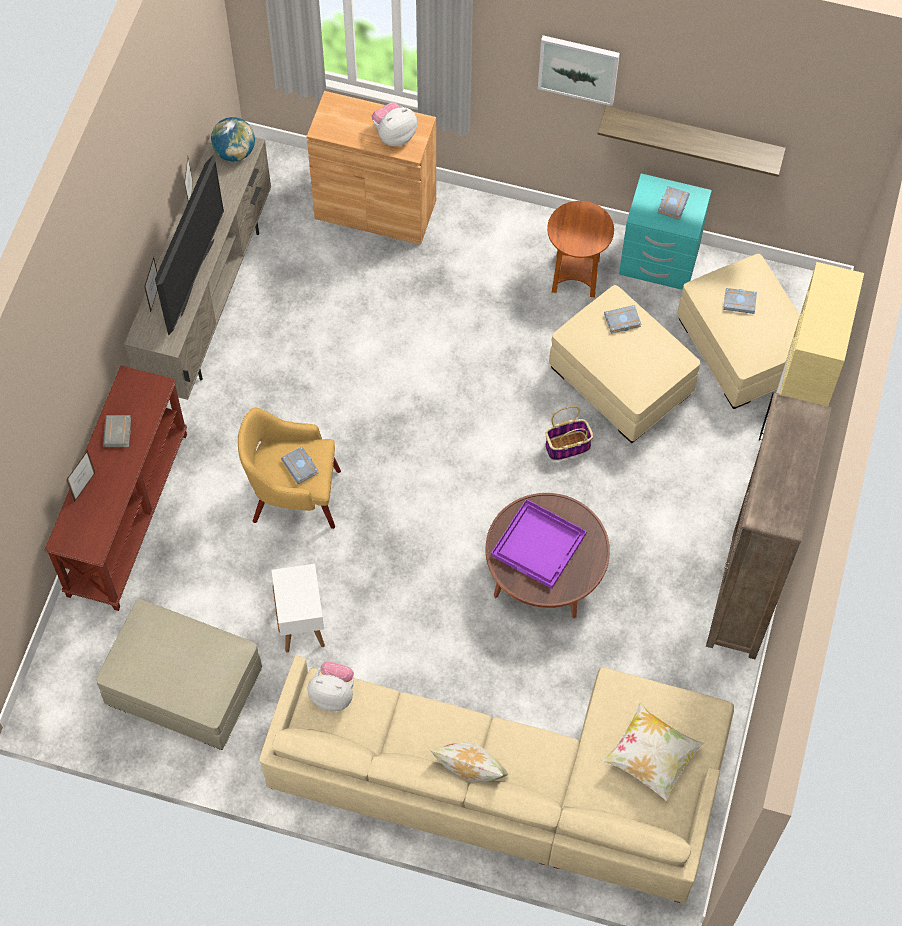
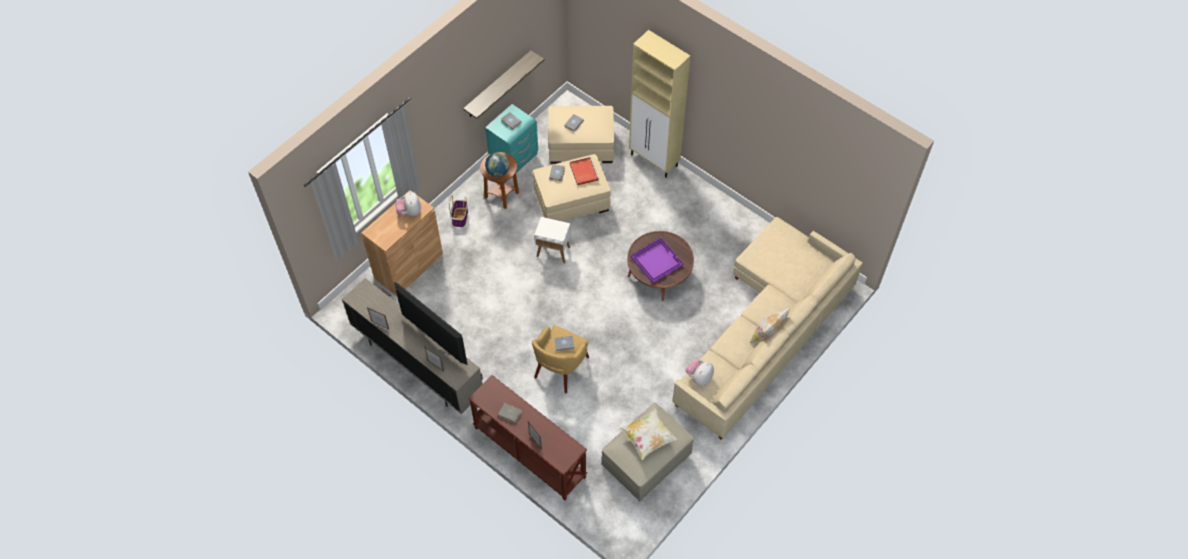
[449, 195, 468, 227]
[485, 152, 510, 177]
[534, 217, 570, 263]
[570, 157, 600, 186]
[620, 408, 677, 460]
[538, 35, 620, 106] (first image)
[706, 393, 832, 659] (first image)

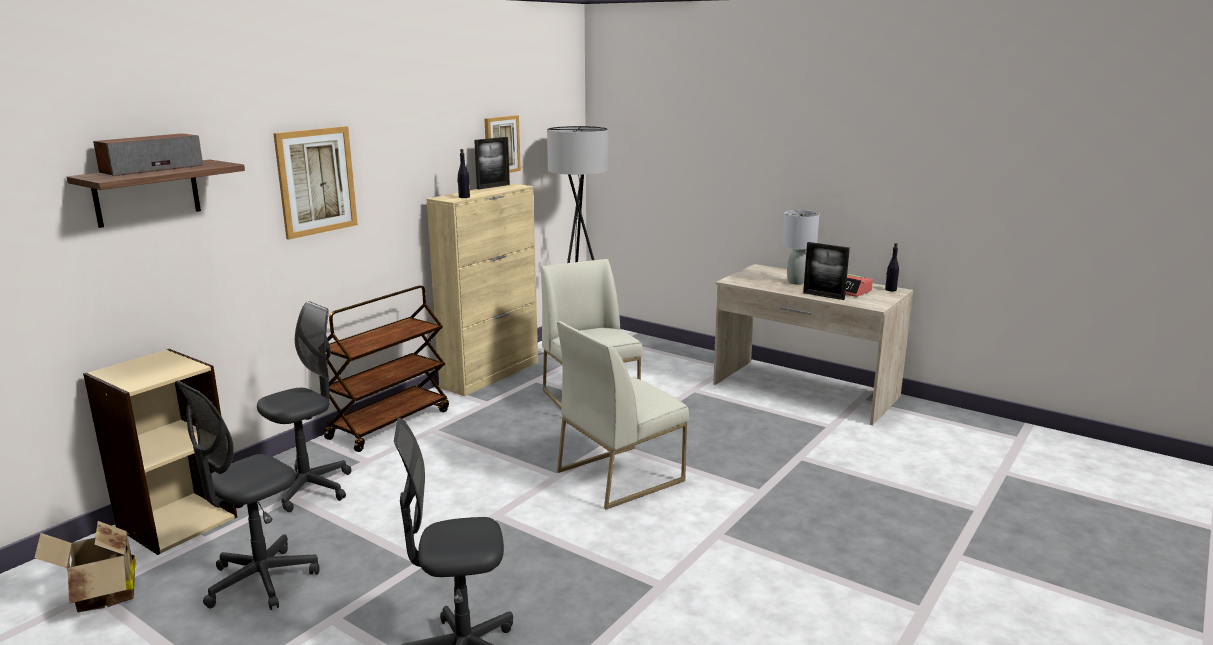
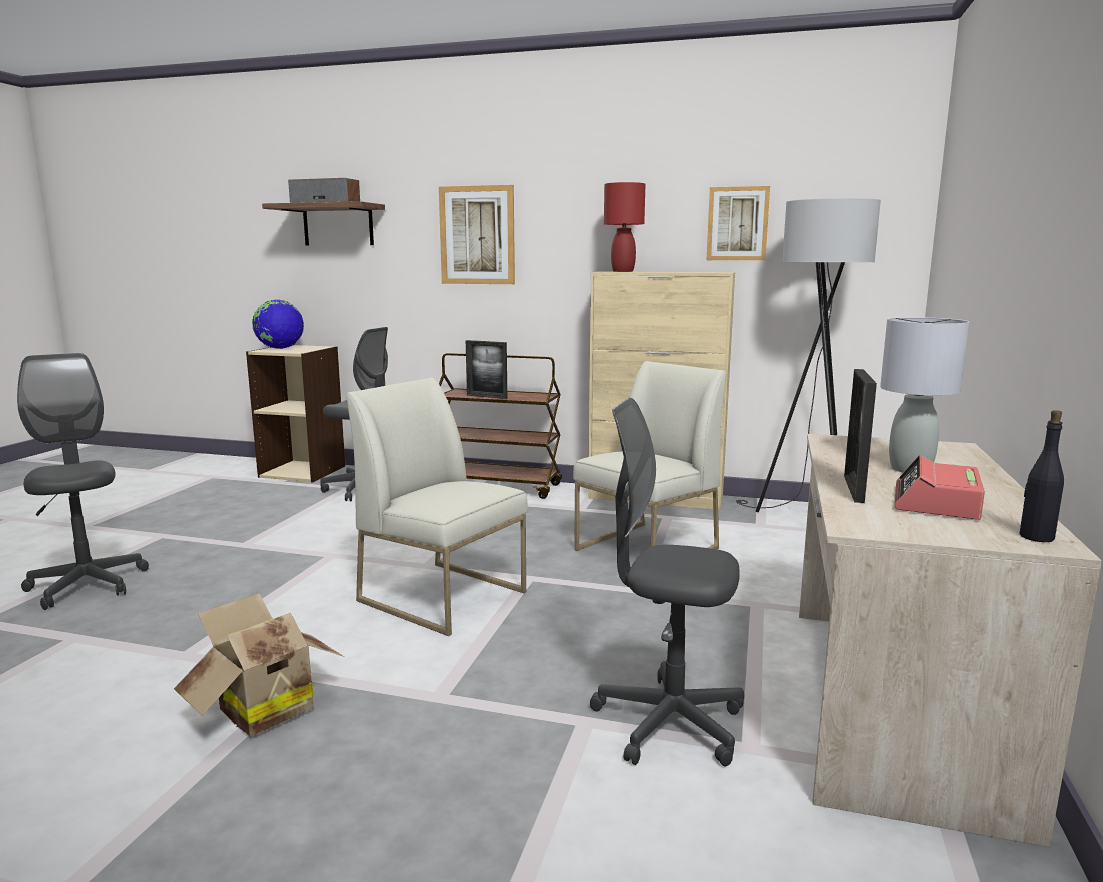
[174, 593, 344, 736]
[252, 300, 304, 349]
[466, 340, 507, 399]
[590, 398, 744, 766]
[604, 182, 645, 272]

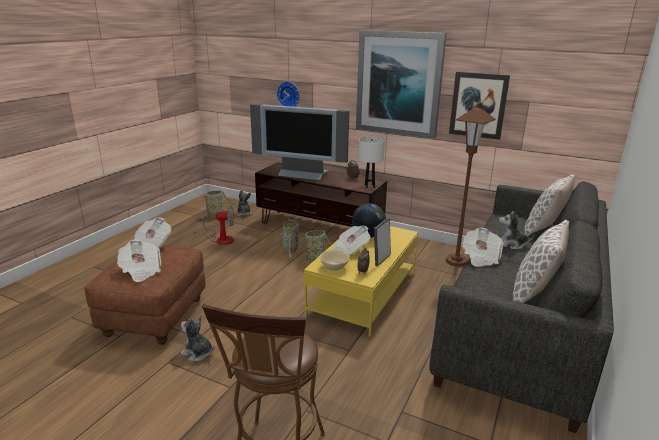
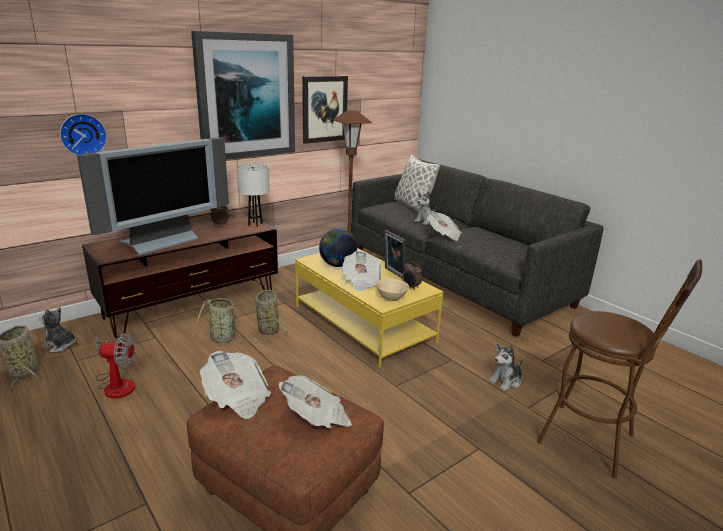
[95, 333, 136, 398]
[489, 343, 523, 391]
[512, 220, 569, 303] (first image)

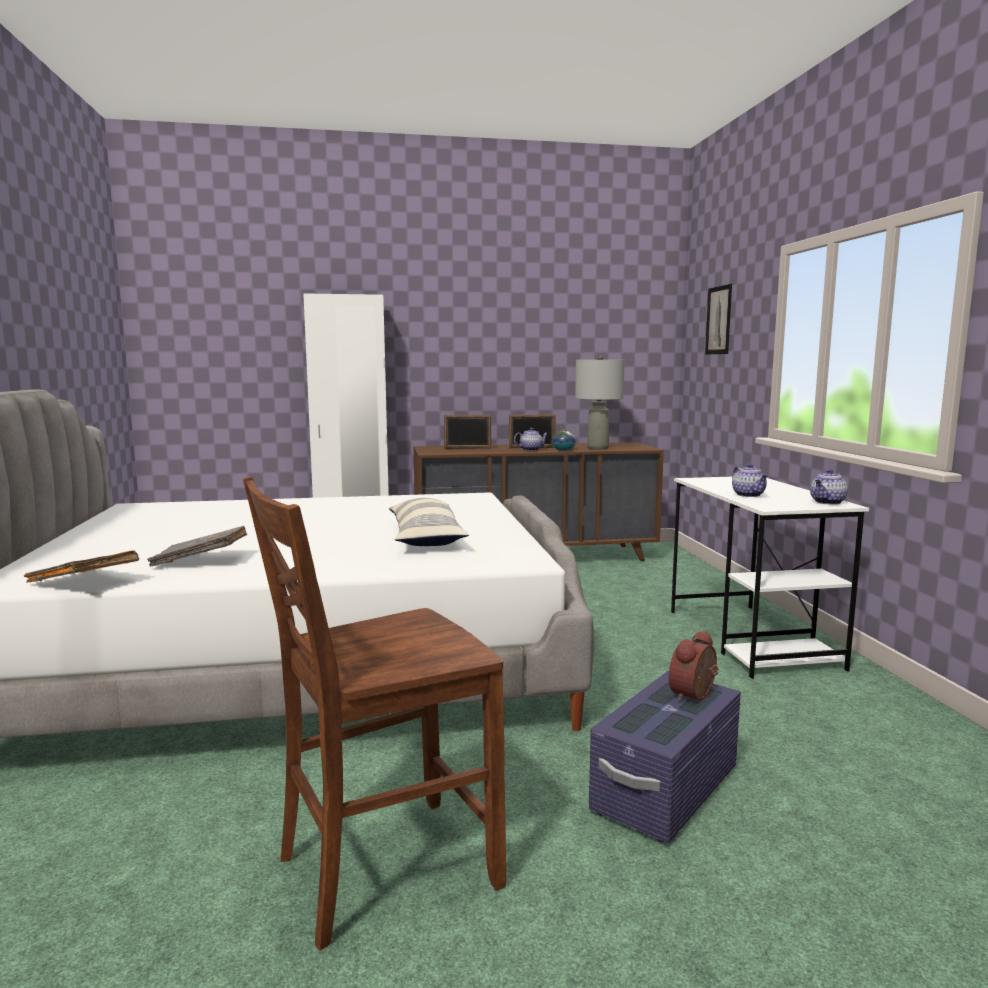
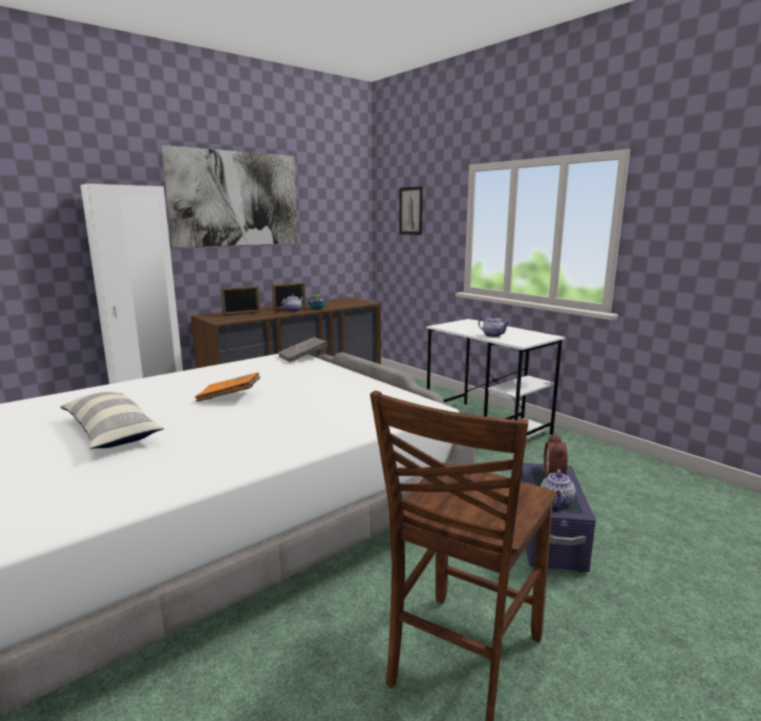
[60, 392, 164, 449]
[161, 145, 298, 247]
[195, 372, 260, 402]
[278, 337, 328, 362]
[541, 469, 575, 507]
[575, 356, 625, 449] (first image)

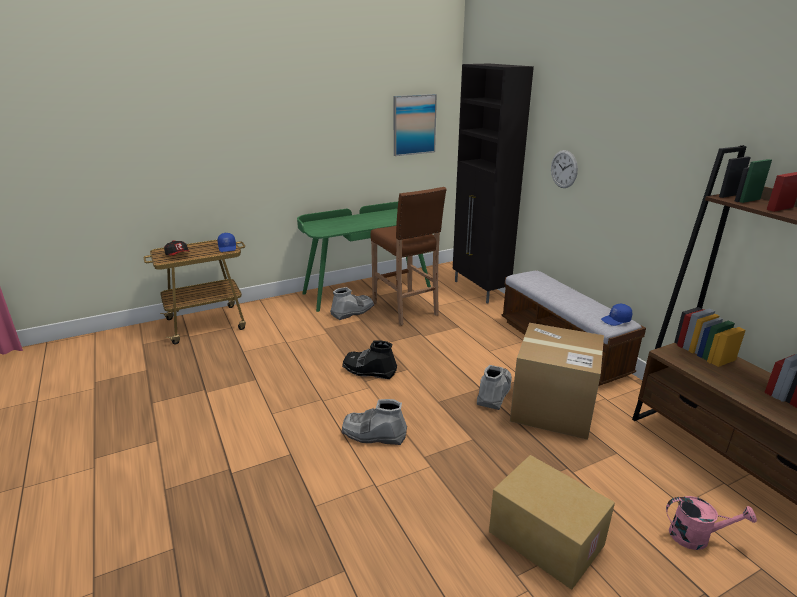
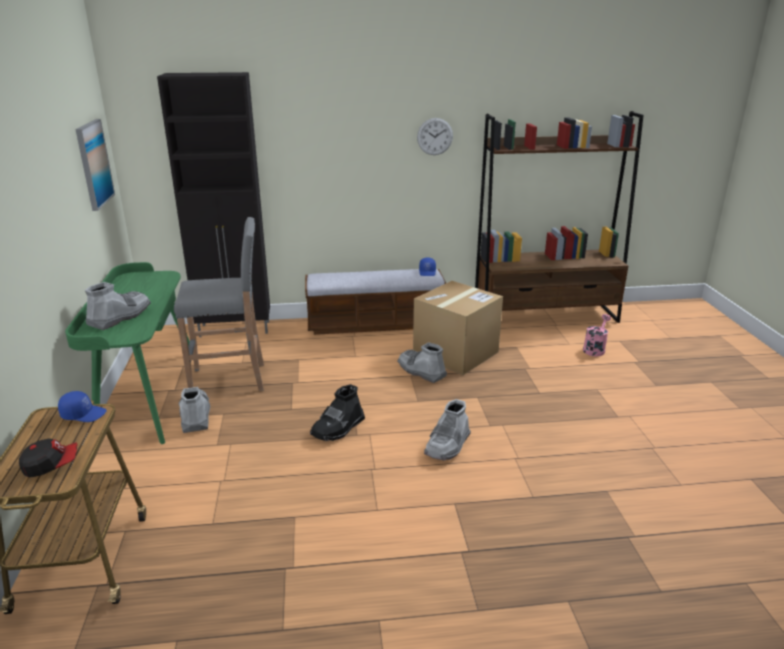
[84, 282, 151, 330]
[174, 217, 264, 391]
[417, 118, 453, 155]
[489, 455, 615, 590] (first image)

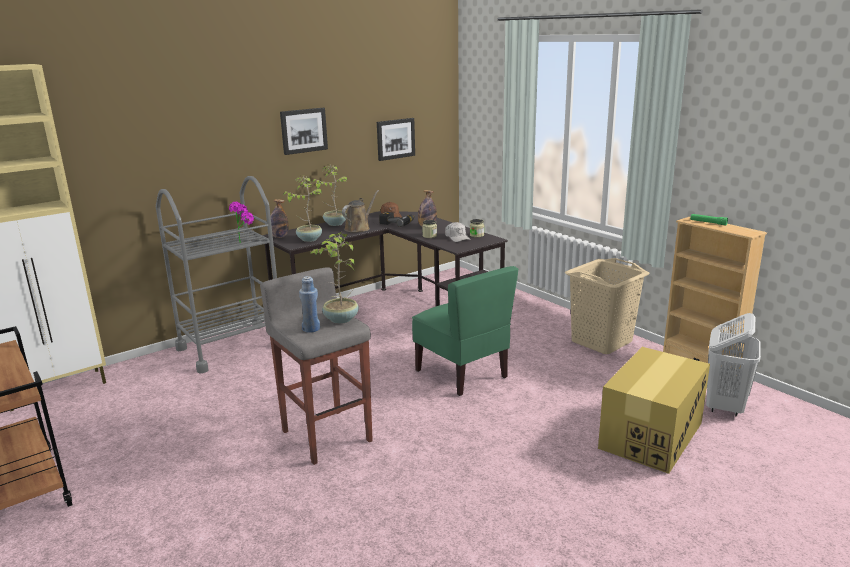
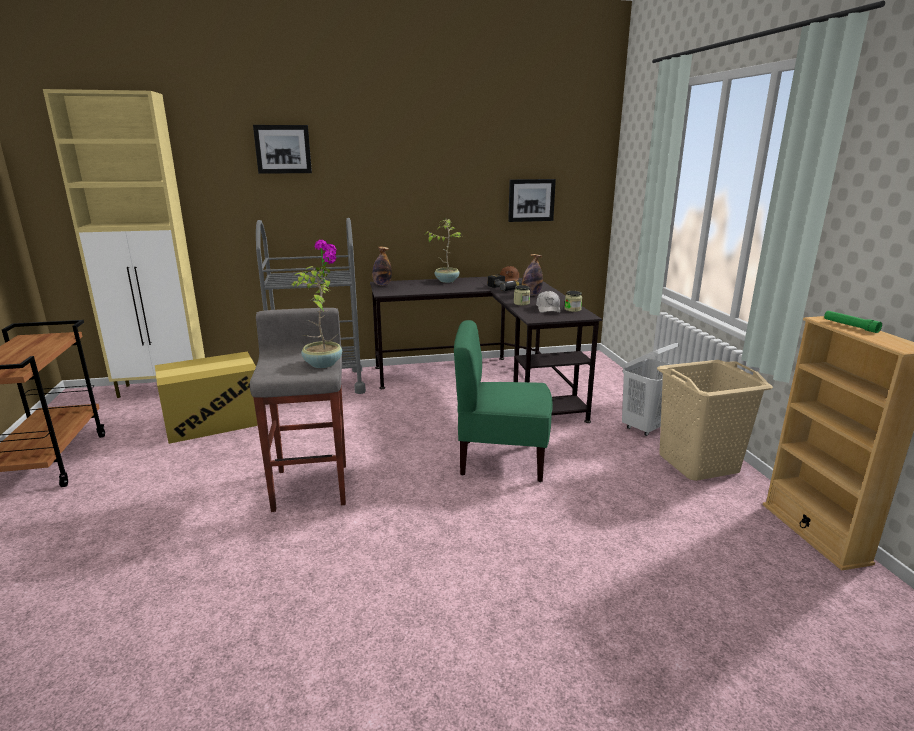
[155, 352, 258, 444]
[253, 125, 312, 174]
[454, 320, 553, 482]
[622, 343, 679, 436]
[283, 175, 322, 242] (first image)
[299, 276, 320, 333] (first image)
[342, 190, 379, 232] (first image)

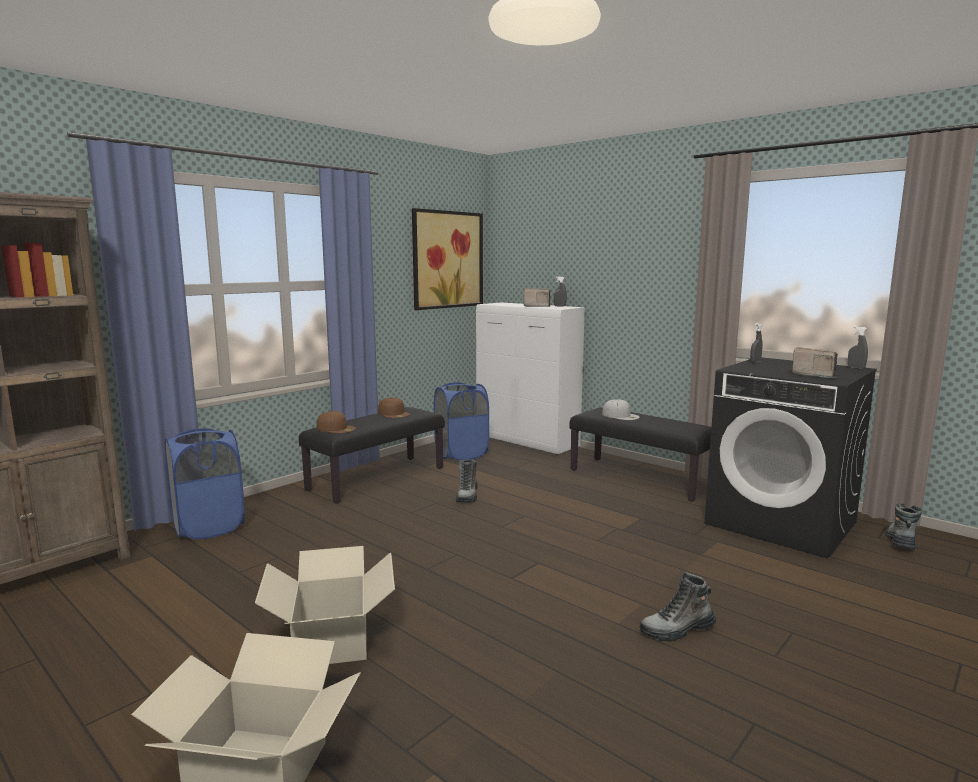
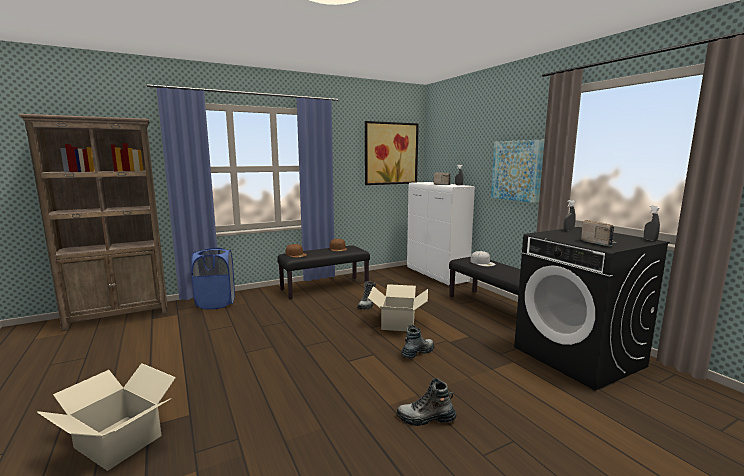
[368, 284, 428, 331]
[401, 325, 434, 359]
[491, 140, 544, 203]
[434, 382, 489, 460] (first image)

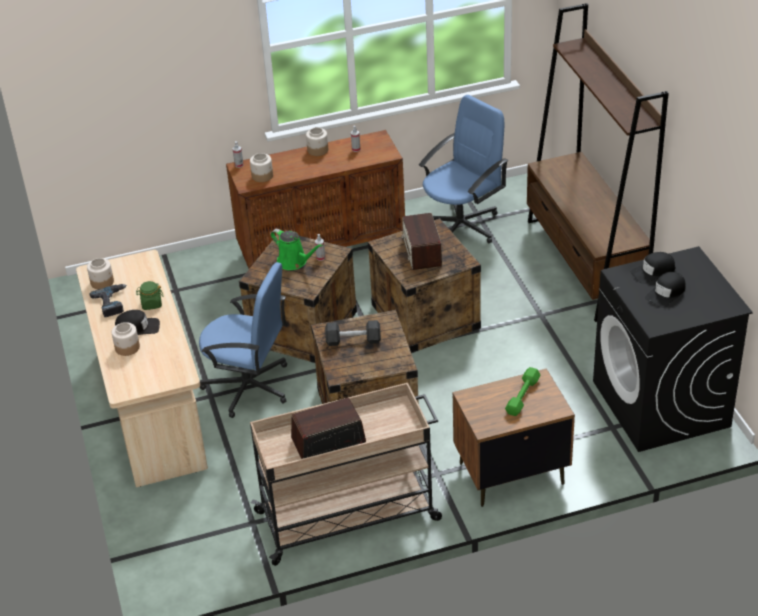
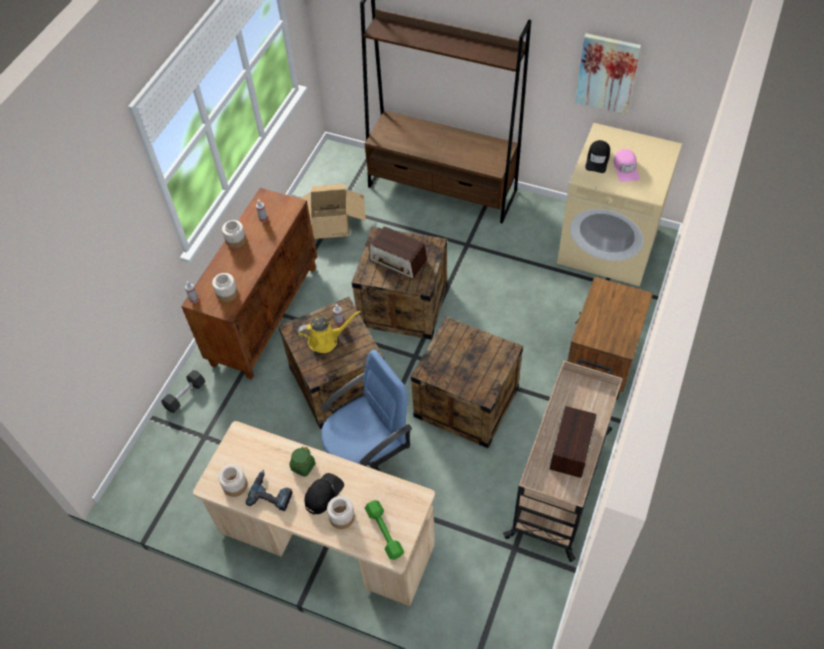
[161, 370, 205, 413]
[298, 311, 361, 353]
[299, 184, 366, 239]
[365, 500, 404, 560]
[557, 123, 682, 286]
[575, 33, 641, 115]
[613, 149, 639, 182]

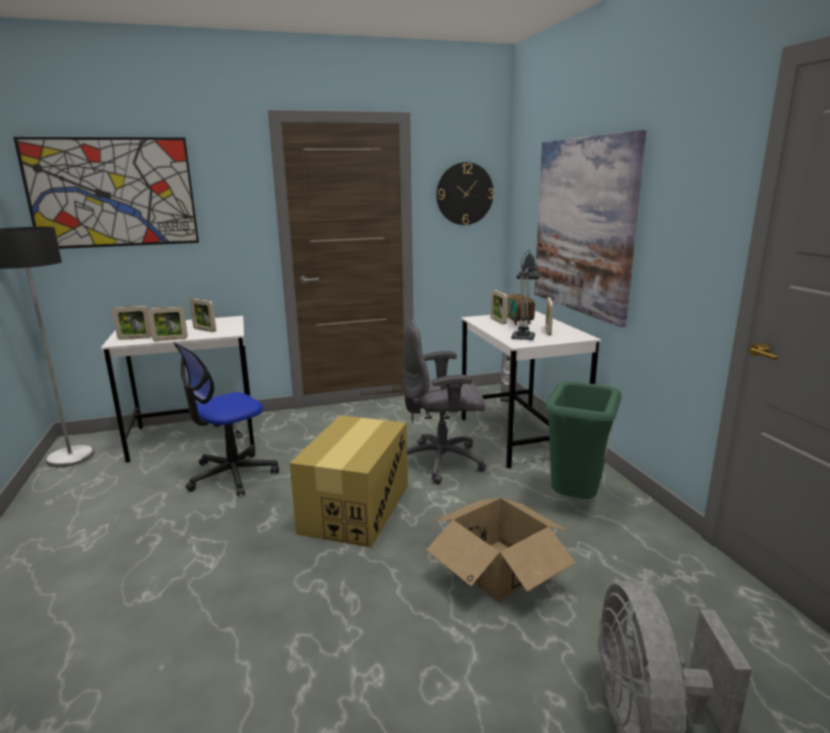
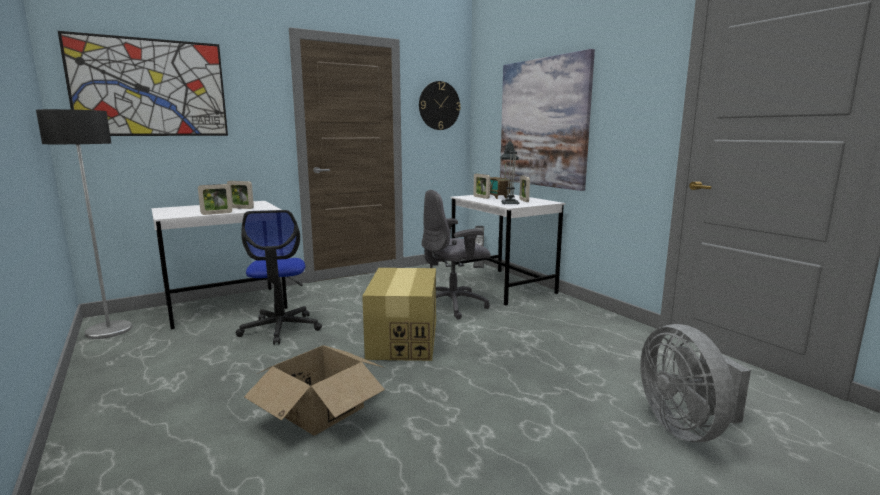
[236, 210, 322, 345]
[244, 345, 385, 436]
[112, 306, 152, 340] (first image)
[544, 381, 621, 499] (first image)

